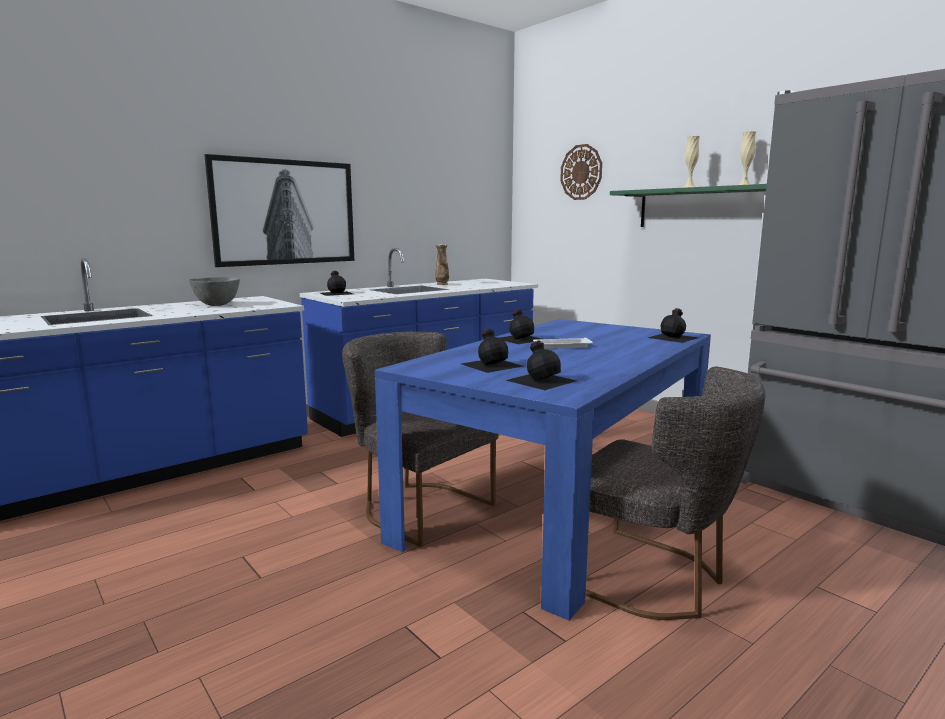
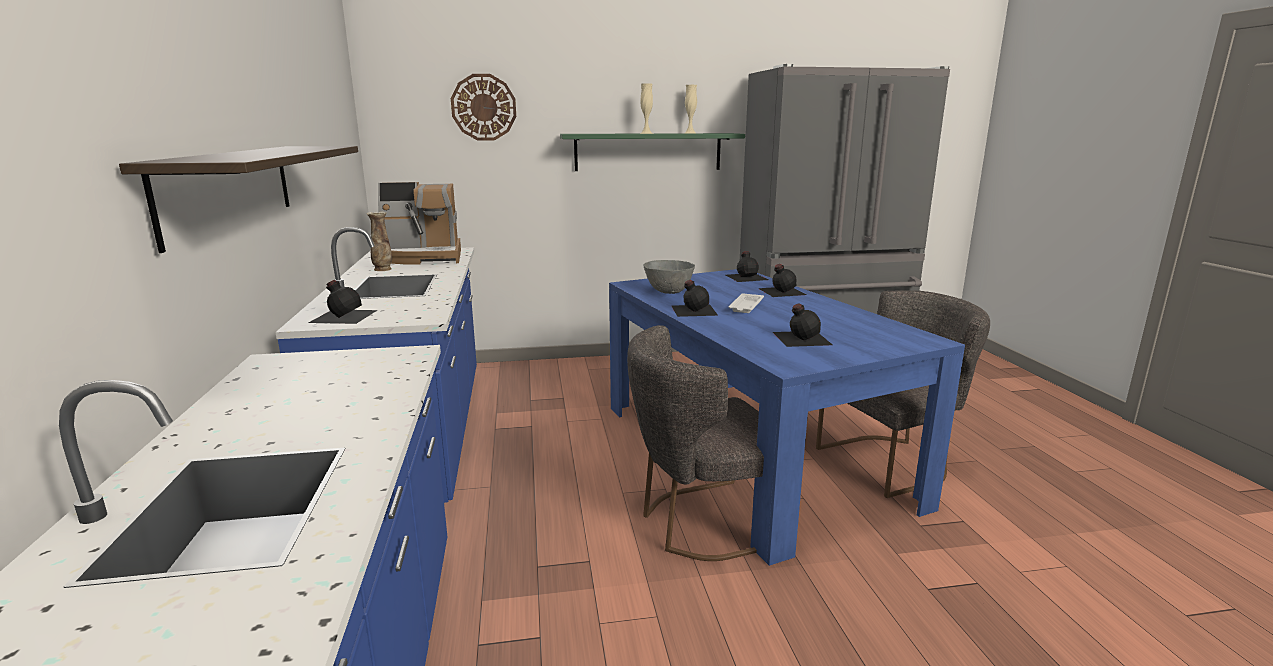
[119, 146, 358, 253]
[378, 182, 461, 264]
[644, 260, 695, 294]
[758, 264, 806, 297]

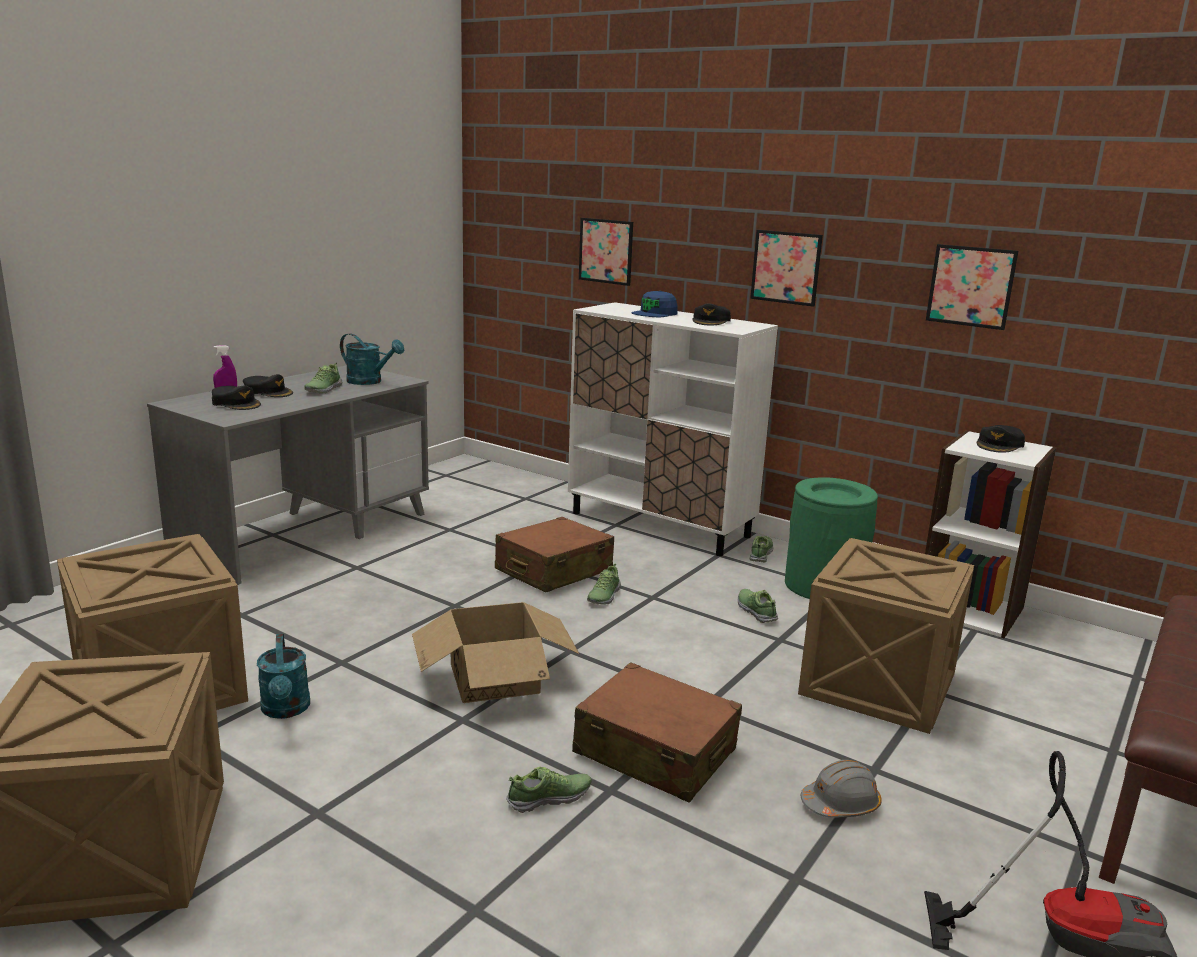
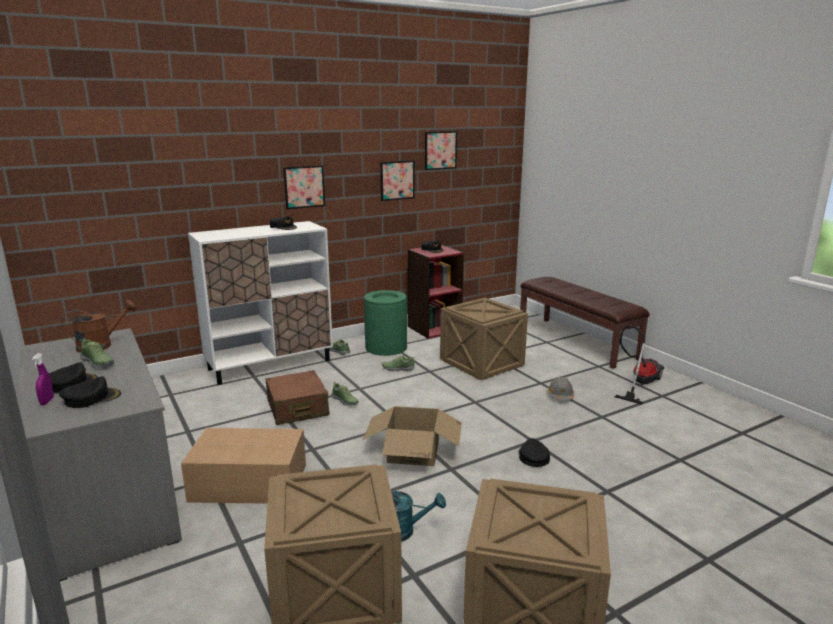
[62, 300, 136, 353]
[181, 428, 306, 504]
[407, 245, 464, 339]
[425, 131, 457, 170]
[519, 438, 550, 467]
[572, 662, 742, 803] (first image)
[632, 291, 678, 317] (first image)

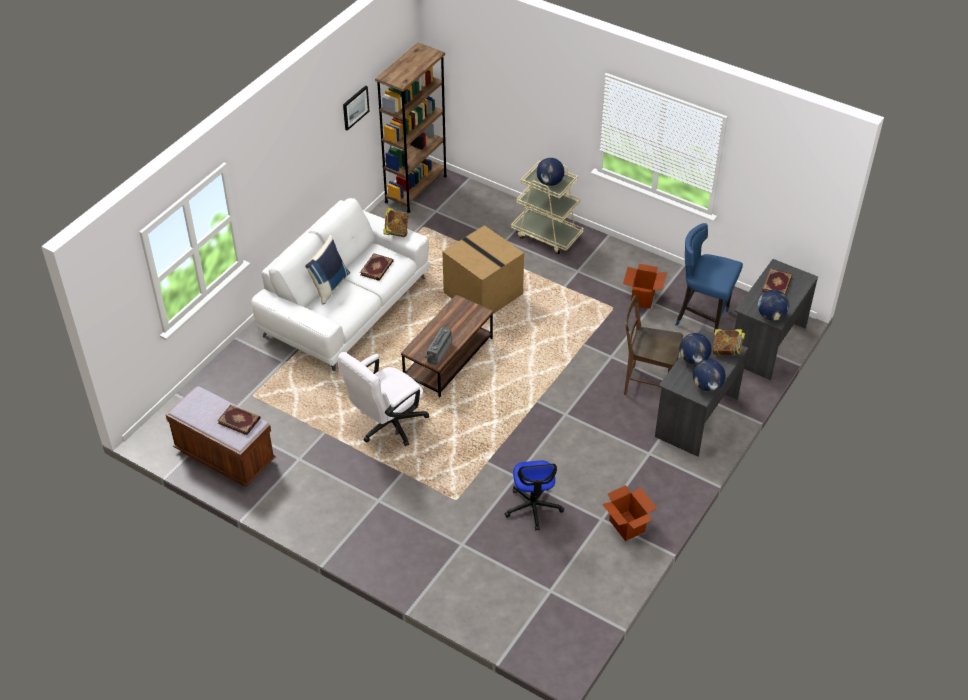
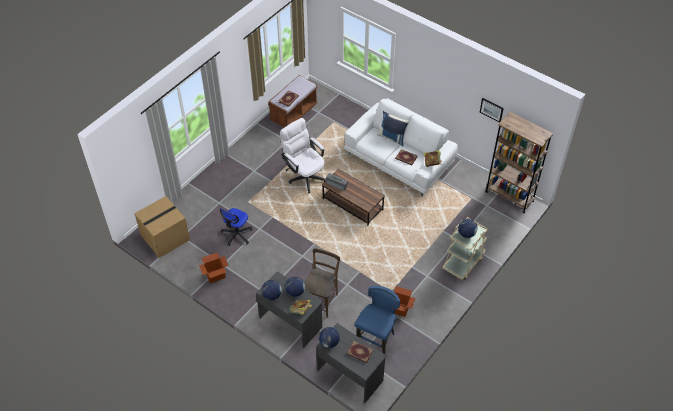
[134, 196, 190, 258]
[220, 208, 252, 246]

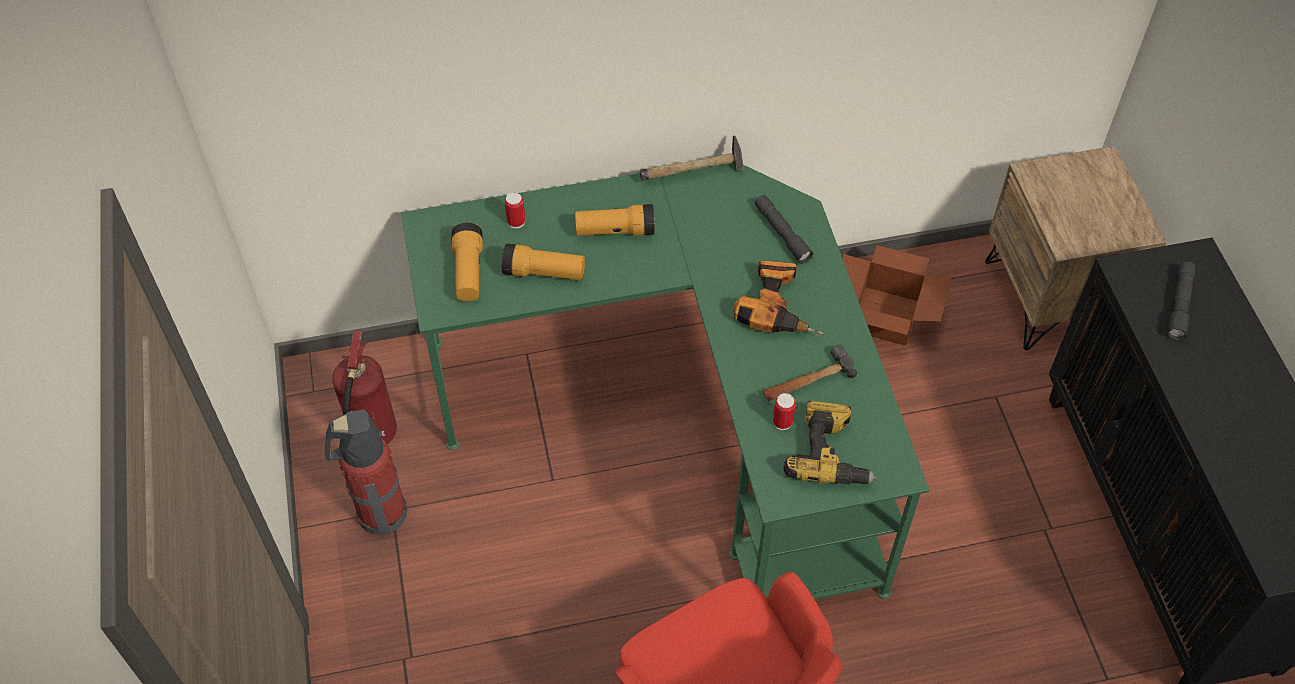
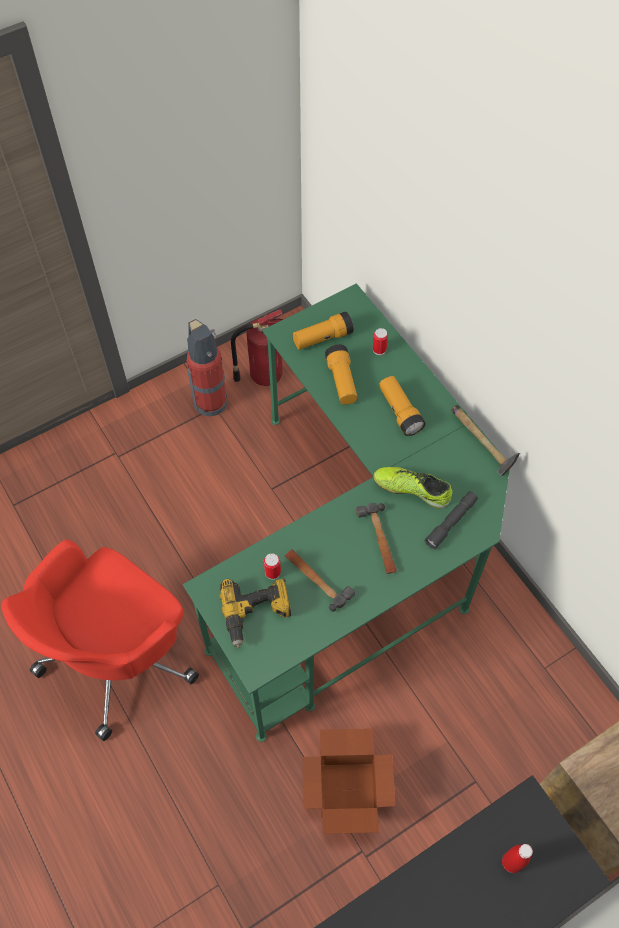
[303, 728, 396, 834]
[356, 503, 397, 574]
[373, 467, 452, 508]
[502, 844, 533, 873]

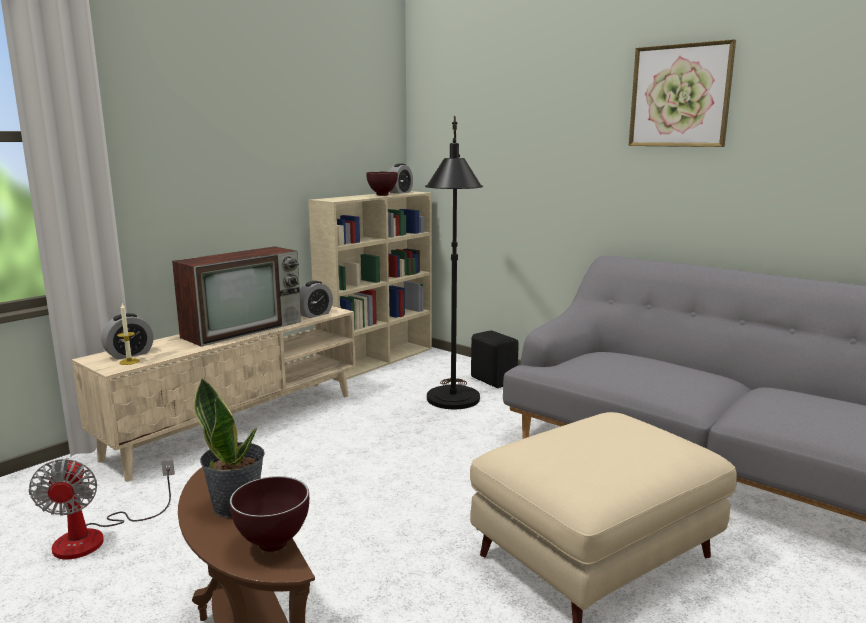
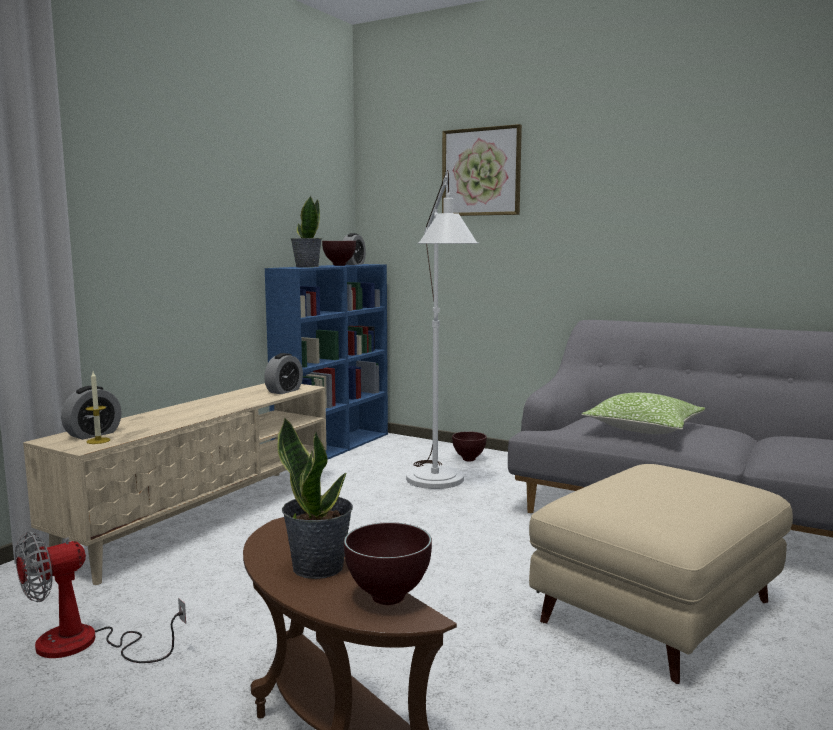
[15, 532, 186, 663]
[265, 264, 388, 459]
[291, 196, 322, 268]
[406, 170, 479, 489]
[442, 124, 522, 216]
[452, 431, 487, 461]
[581, 393, 705, 434]
[172, 246, 301, 346] (first image)

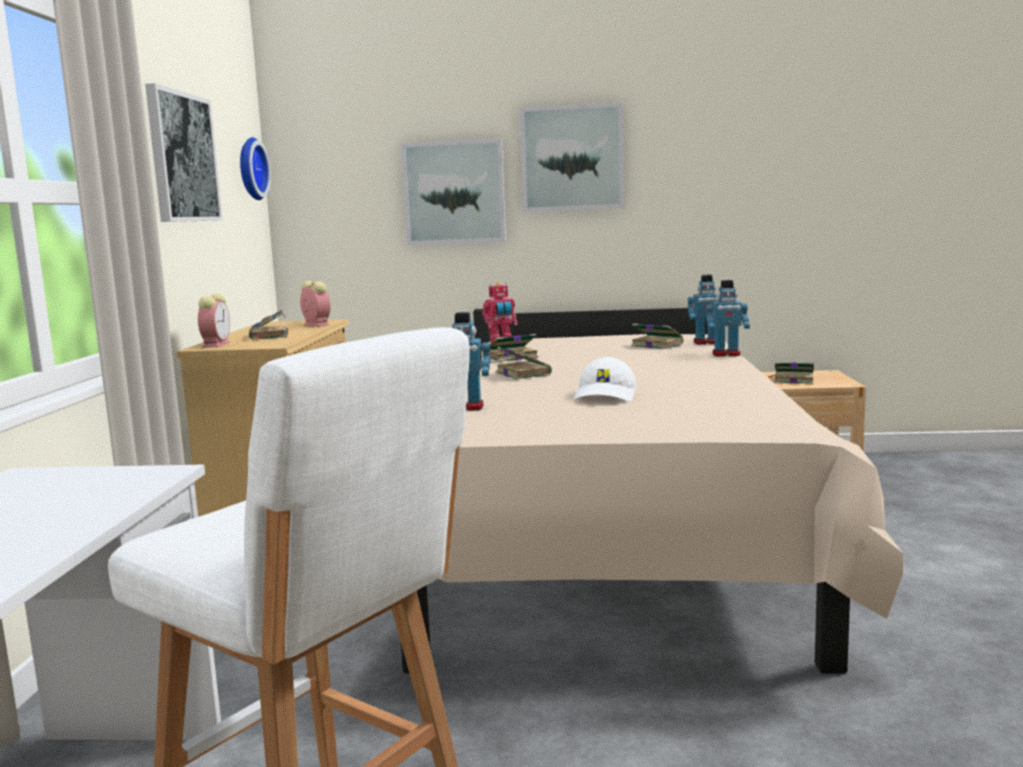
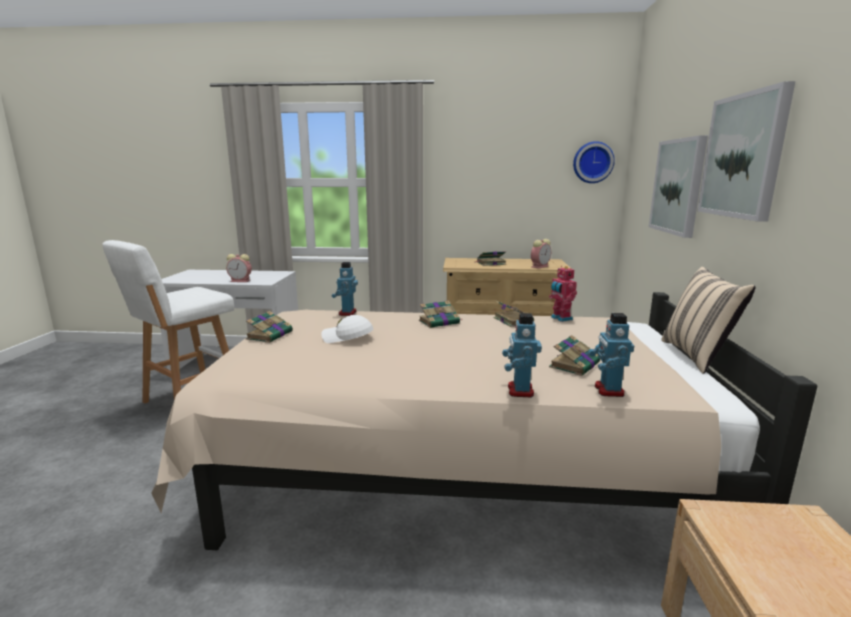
[226, 254, 252, 282]
[246, 311, 293, 343]
[661, 267, 756, 374]
[145, 83, 223, 222] (first image)

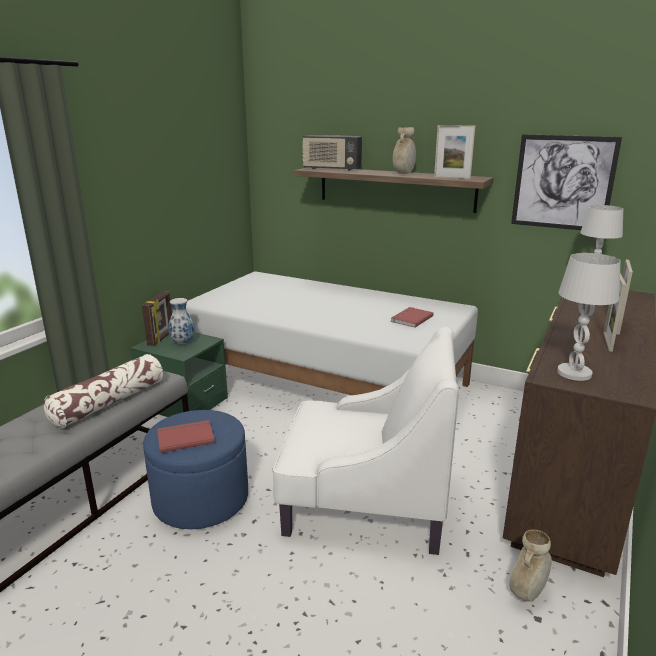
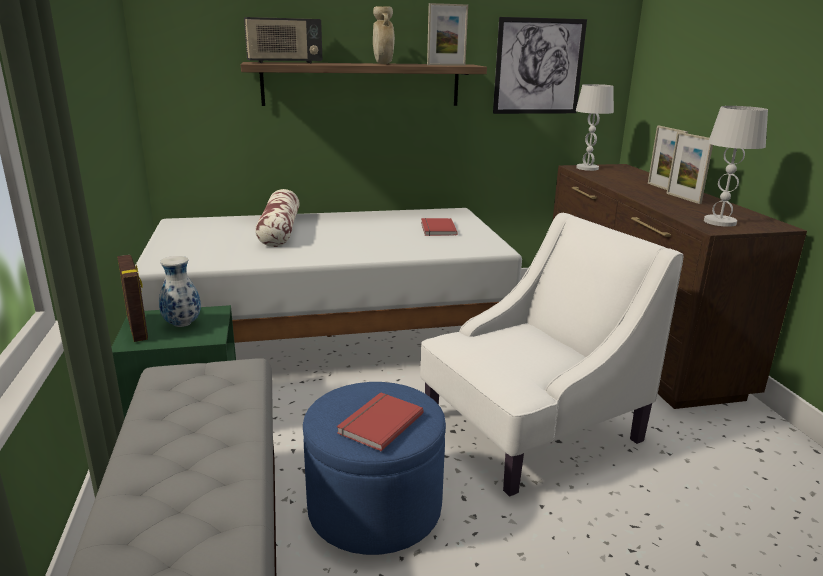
[255, 189, 300, 247]
[509, 530, 552, 602] (first image)

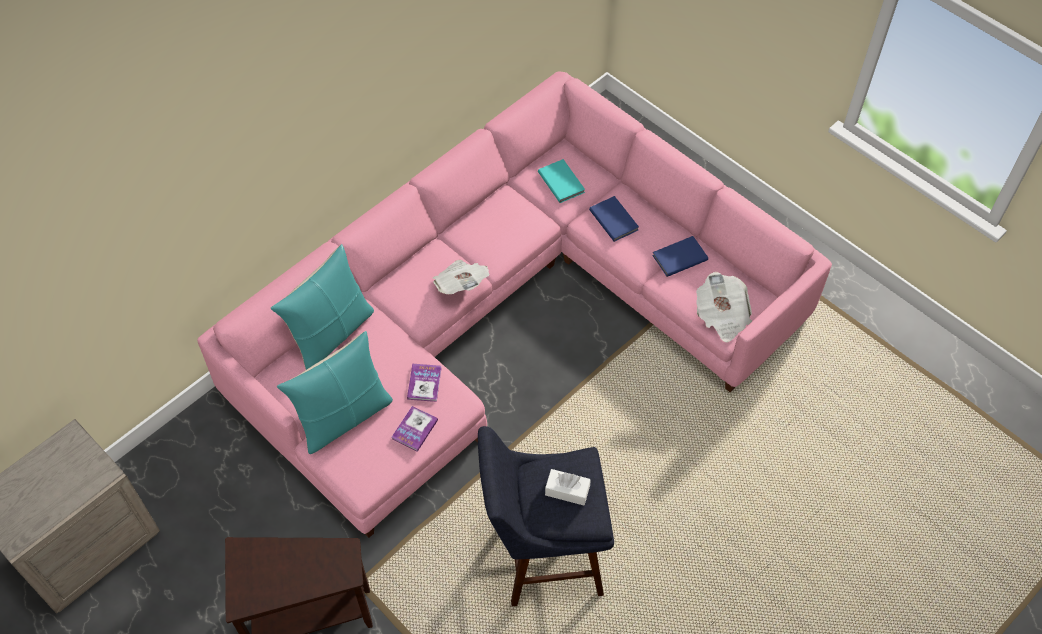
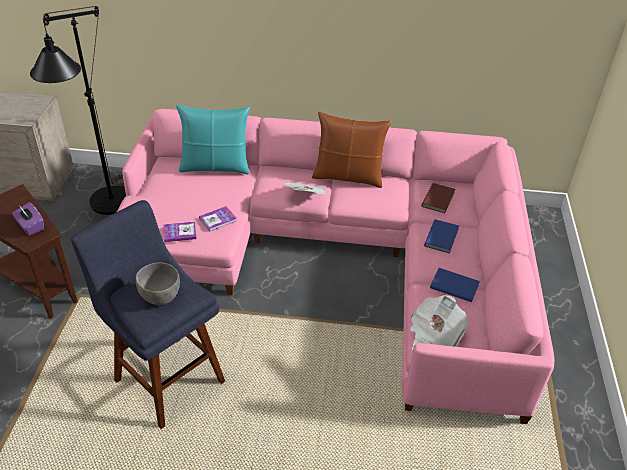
[12, 202, 44, 236]
[30, 6, 126, 215]
[136, 262, 180, 305]
[312, 112, 391, 188]
[421, 183, 455, 213]
[277, 331, 393, 454] (first image)

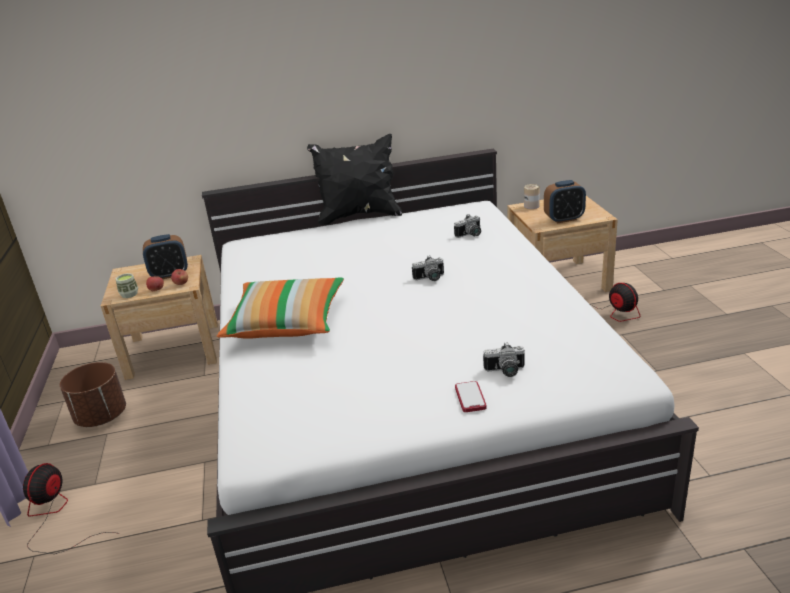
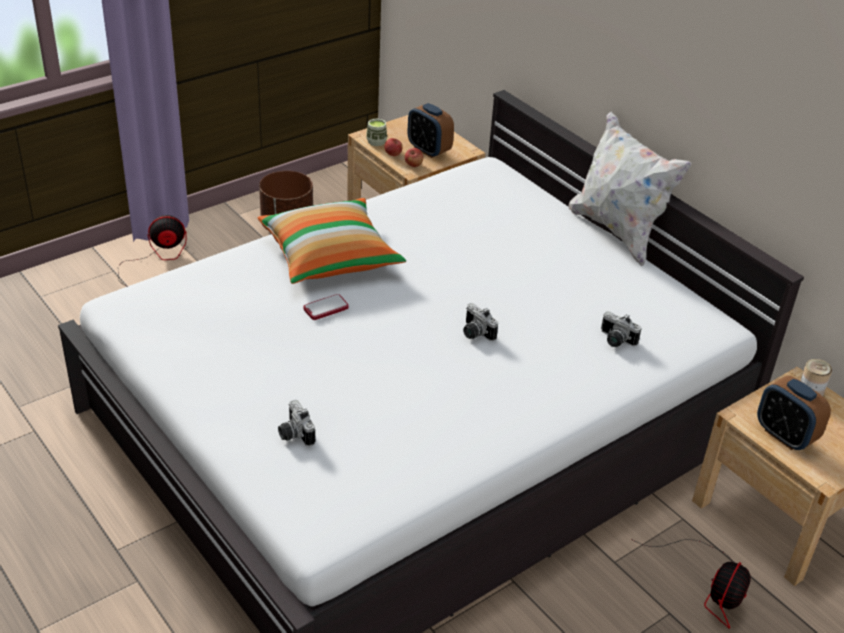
[303, 294, 349, 320]
[568, 112, 692, 266]

